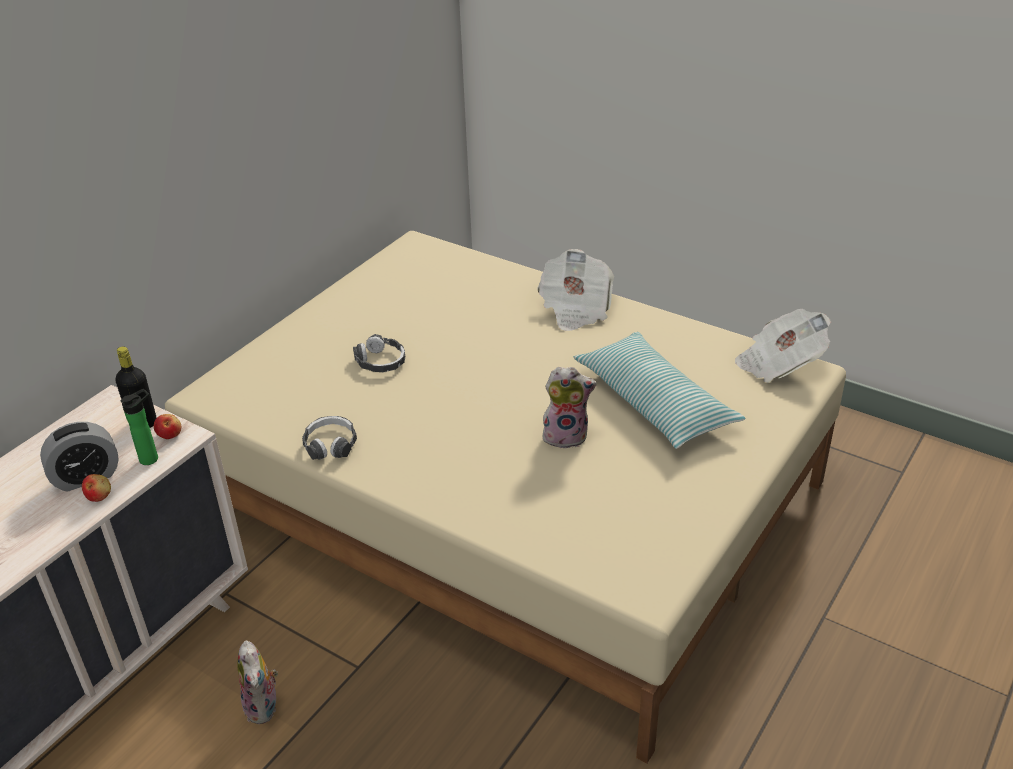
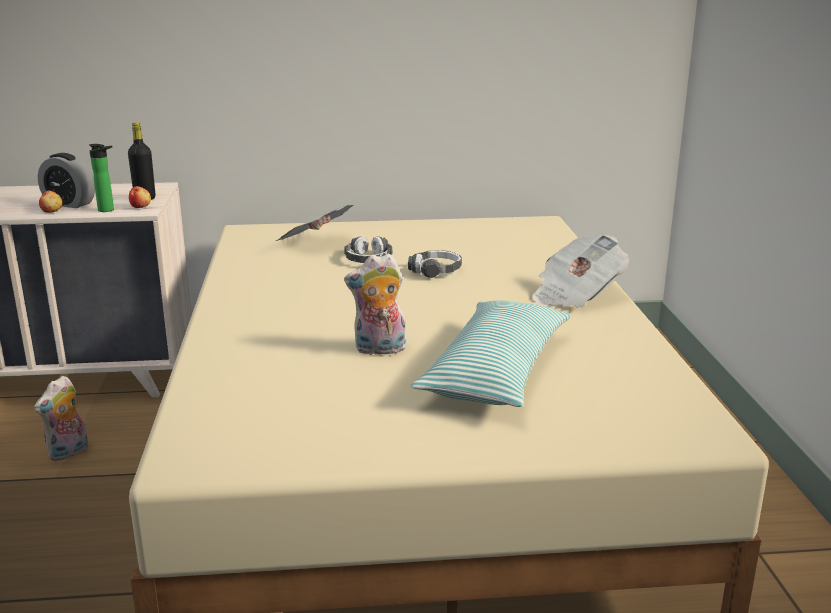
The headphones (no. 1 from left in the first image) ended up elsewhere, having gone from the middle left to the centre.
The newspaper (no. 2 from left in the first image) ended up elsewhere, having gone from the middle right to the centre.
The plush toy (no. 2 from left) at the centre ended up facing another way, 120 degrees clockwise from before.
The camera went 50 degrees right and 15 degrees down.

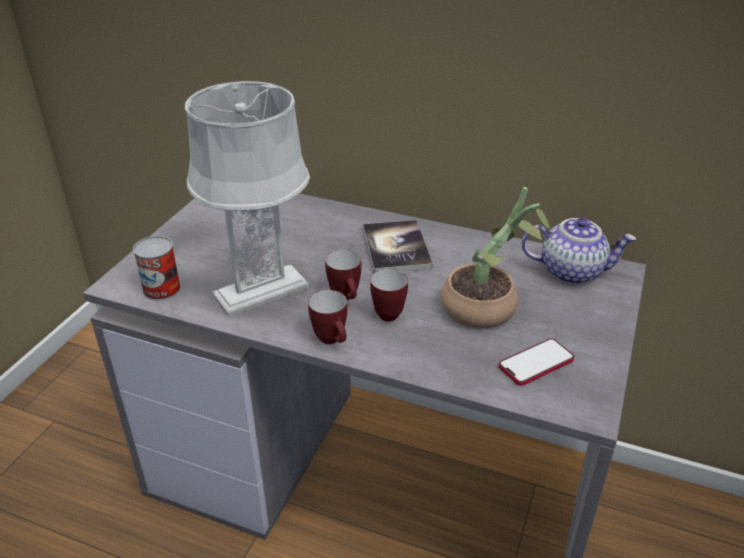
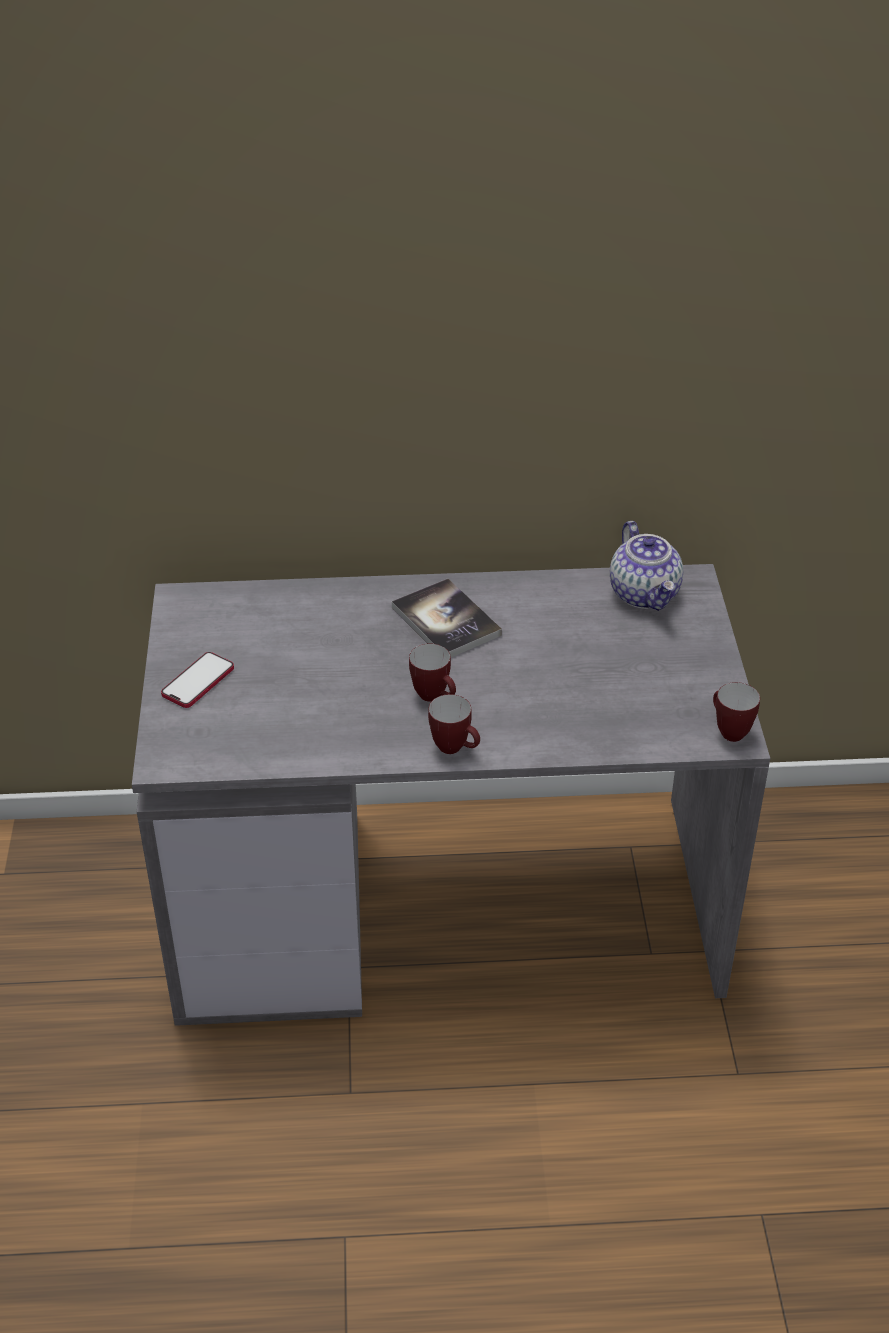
The second view lost the can at the middle left.
The second view lost the grey table lamp at the middle left.
The second view lost the potted plant at the centre.
The mug (no. 3 from left) ended up elsewhere, having gone from the centre to the middle right.
The phone ended up elsewhere, having gone from the middle right to the middle left.
The teapot at the middle right ended up facing another way, 90 degrees clockwise from before.
The camera went 25 degrees left and 5 degrees up.

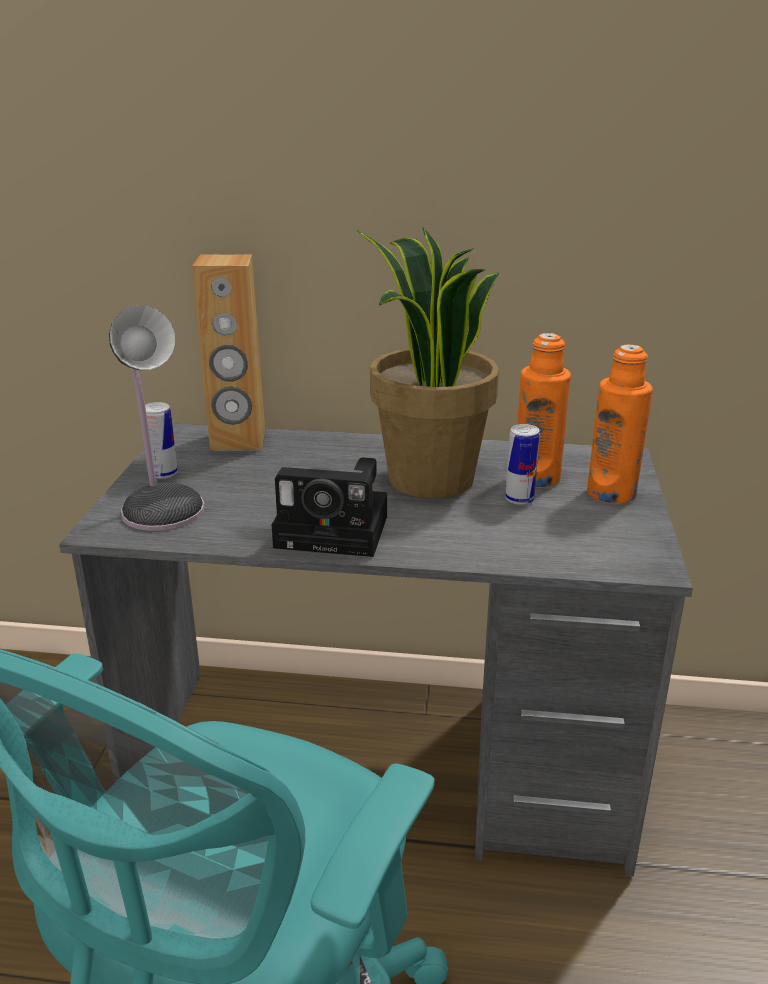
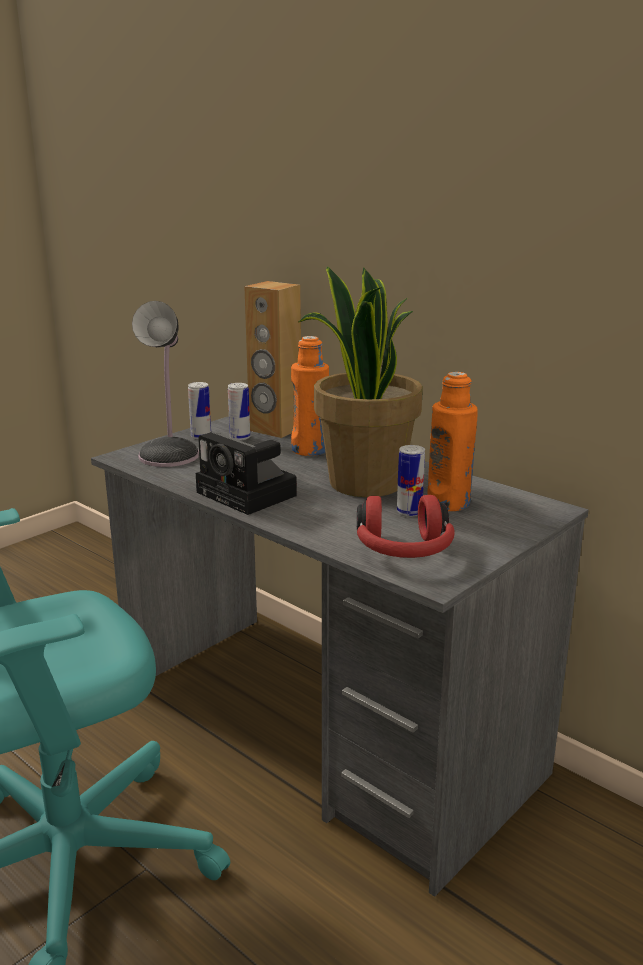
The second view gained the can (no. 2 from left) at the centre.
The second view gained the red headphones at the centre.
The orange bottle (no. 2 from left in the first image) ended up elsewhere, having gone from the middle right to the centre.
The camera went 35 degrees right and 5 degrees down.

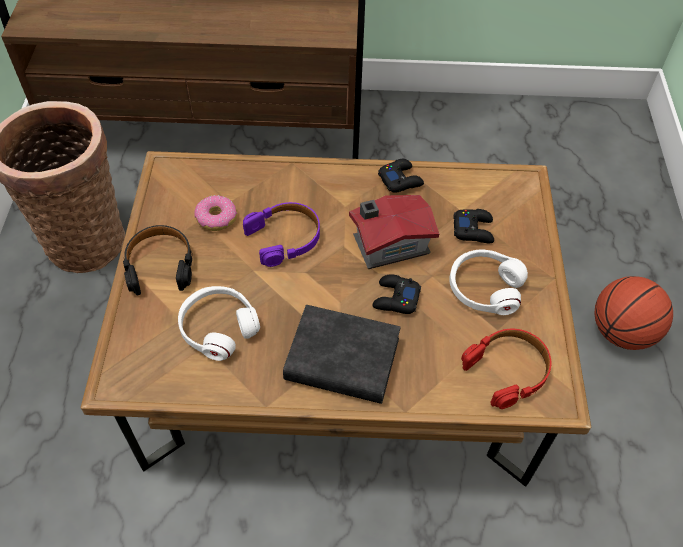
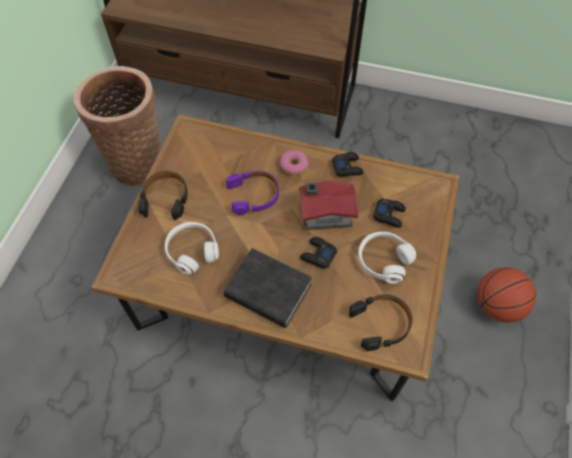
The donut ended up elsewhere, having gone from the middle left to the centre.
What was the red headphones at the bottom right turned into the black headphones (no. 2 from left) at the bottom centre.
The camera went 15 degrees right and 5 degrees up.

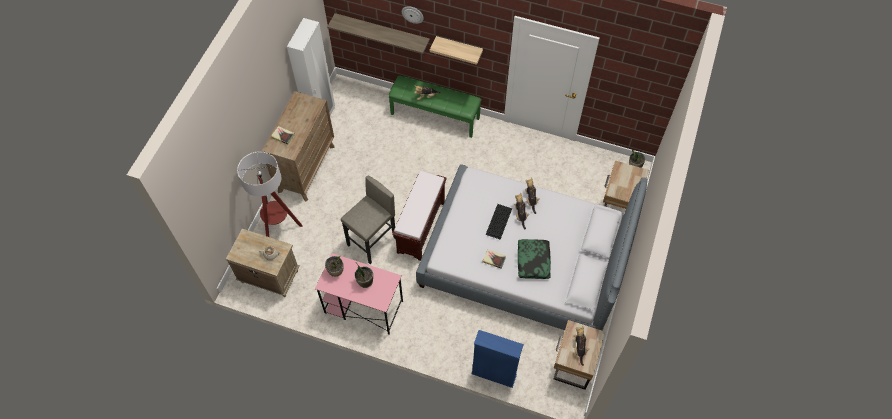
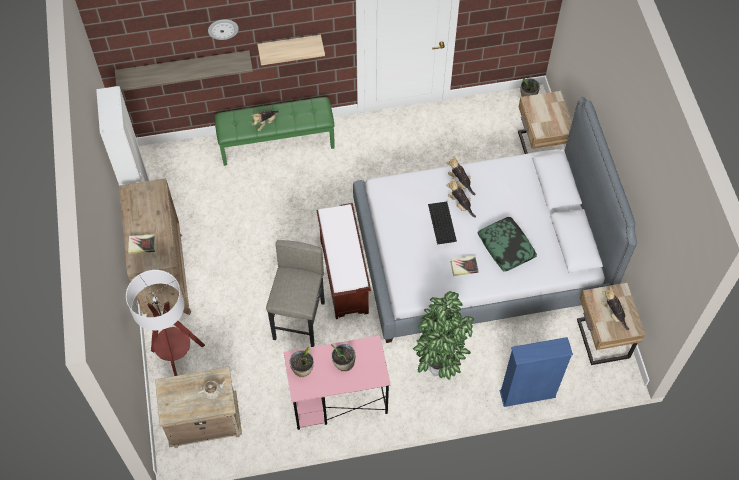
The second view gained the potted plant (no. 3 from left) at the bottom centre.
The camera went 30 degrees left and 0 degrees up.

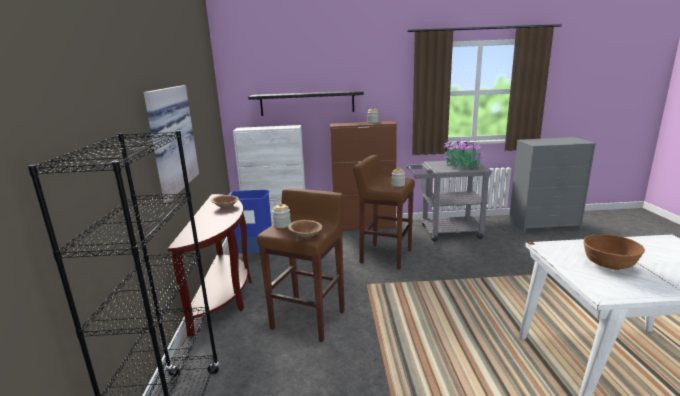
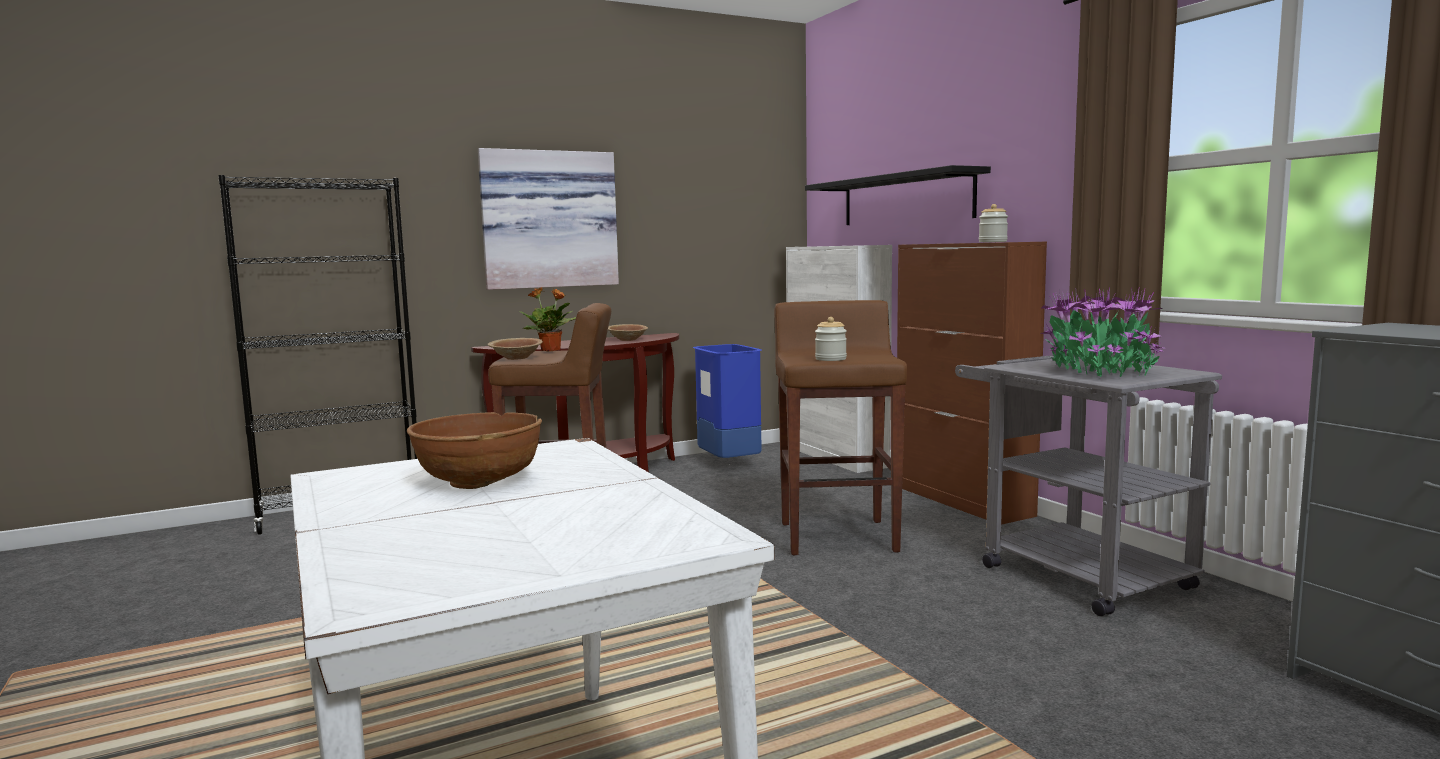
Where the jar (no. 1 from left) stood at the centre, the potted plant (no. 1 from left) came to stand at the centre.
The camera went 65 degrees right and 10 degrees down.

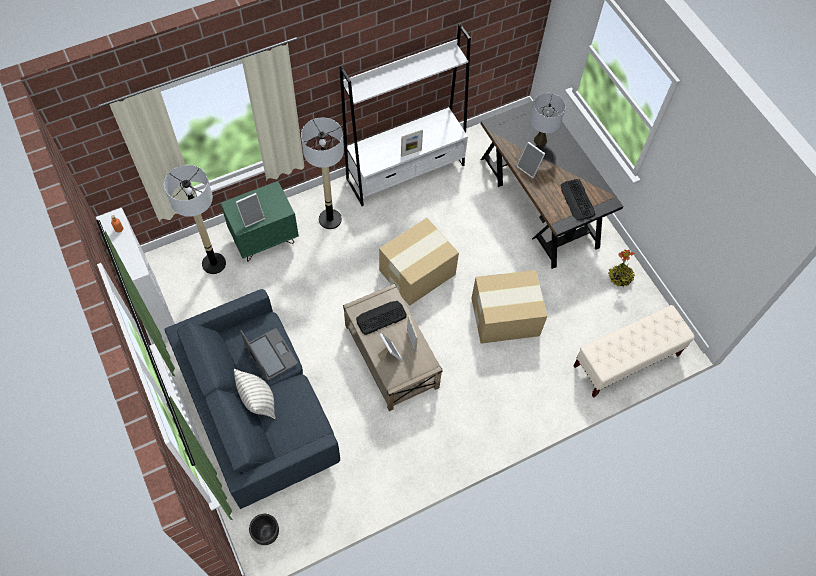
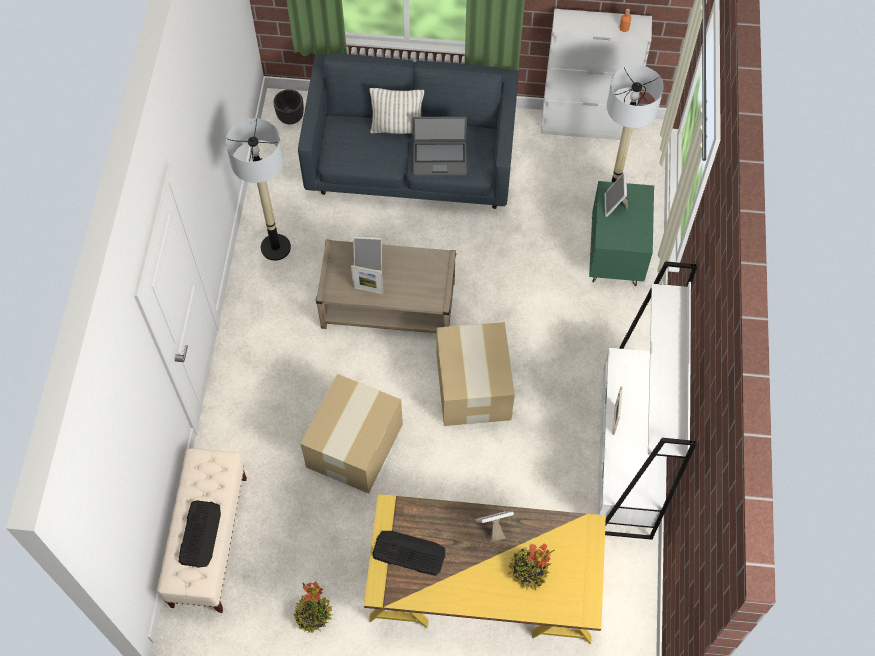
The floor lamp (no. 2 from left in the first image) ended up elsewhere, having gone from the top centre to the top left.
The keyboard (no. 1 from left) ended up elsewhere, having gone from the centre to the bottom left.
Where the grey table lamp stood at the top right, the potted plant (no. 2 from left) came to stand at the bottom centre.
What was the black desk at the top right turned into the yellow desk at the bottom centre.
The camera went 125 degrees right and 0 degrees up.

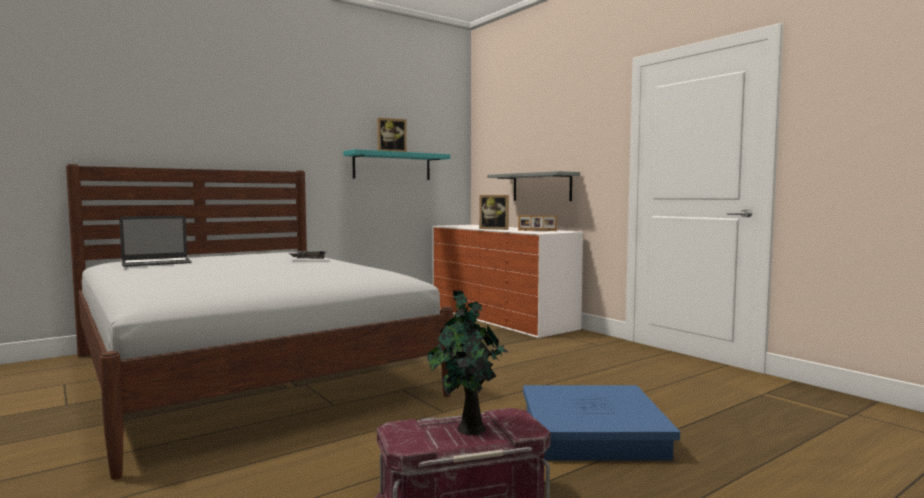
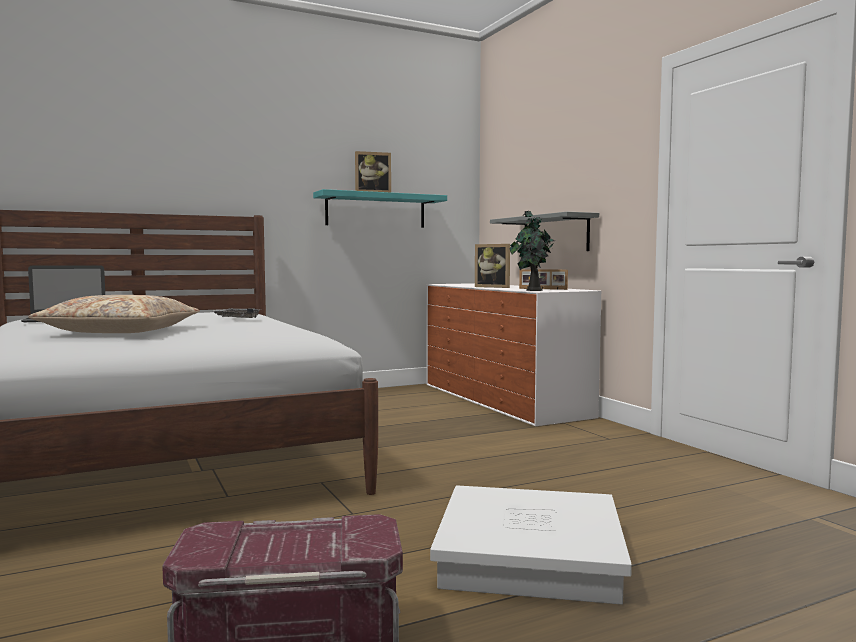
The second view gained the beige pillow at the middle left.
The potted plant ended up elsewhere, having gone from the bottom centre to the centre.
What was the blue storage box at the bottom centre turned into the white storage box at the bottom centre.
The camera went 10 degrees right and 0 degrees up.

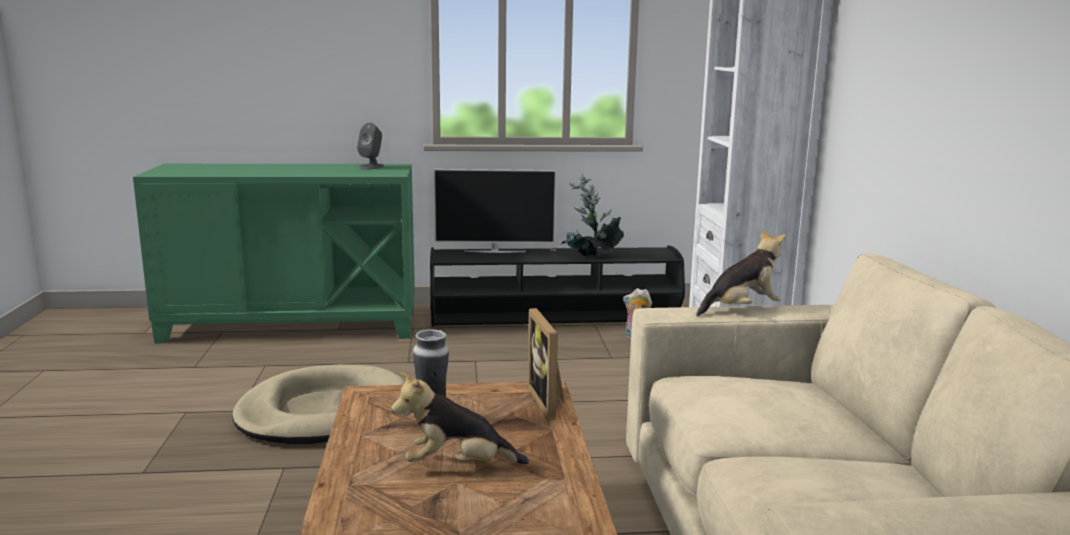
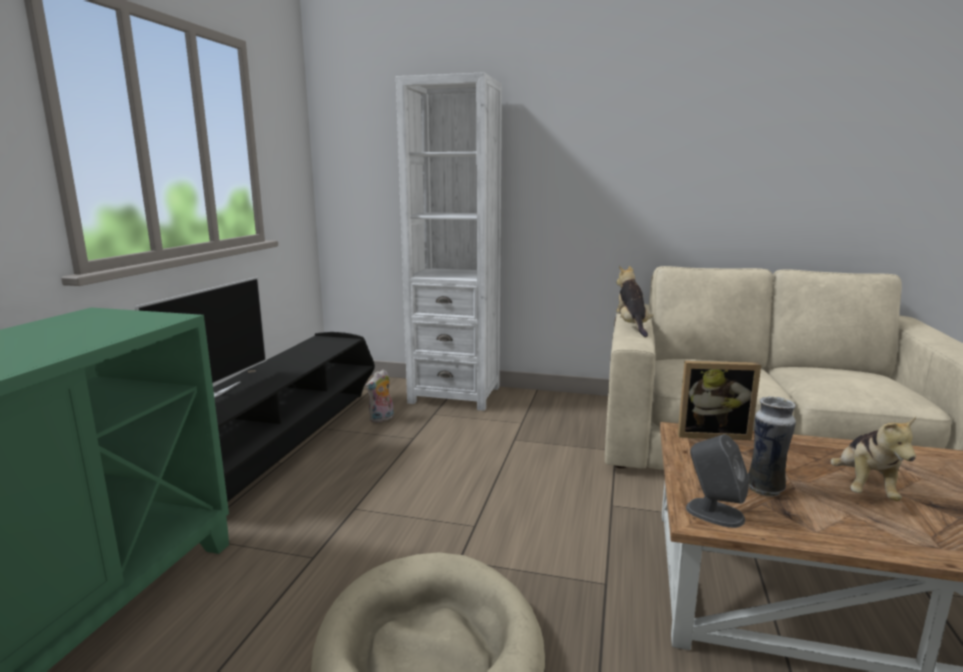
The second view lost the potted plant at the centre.
The grey speaker ended up elsewhere, having gone from the top centre to the bottom right.
The camera went 70 degrees left and 0 degrees up.

